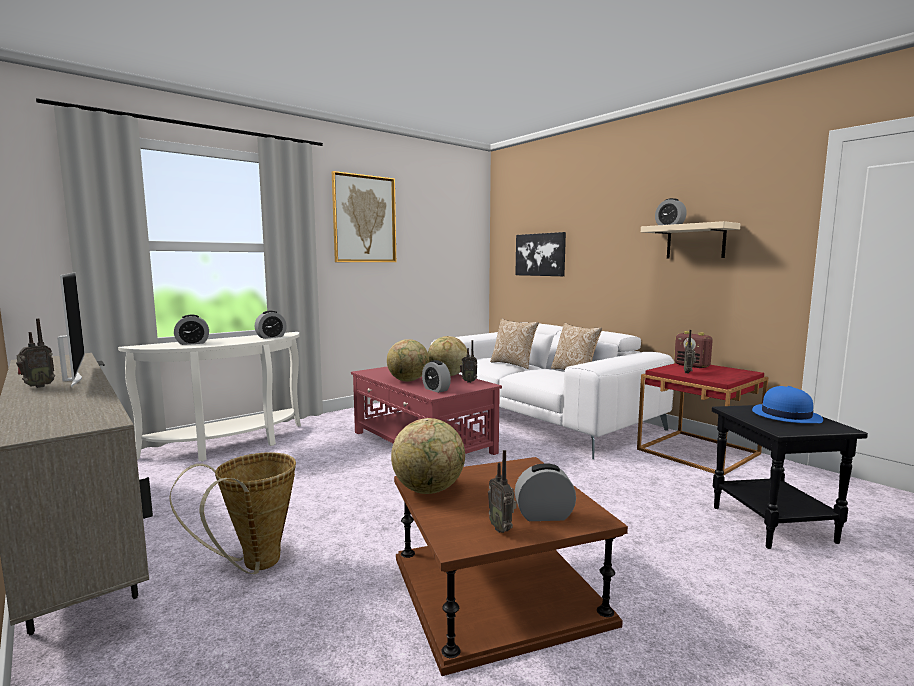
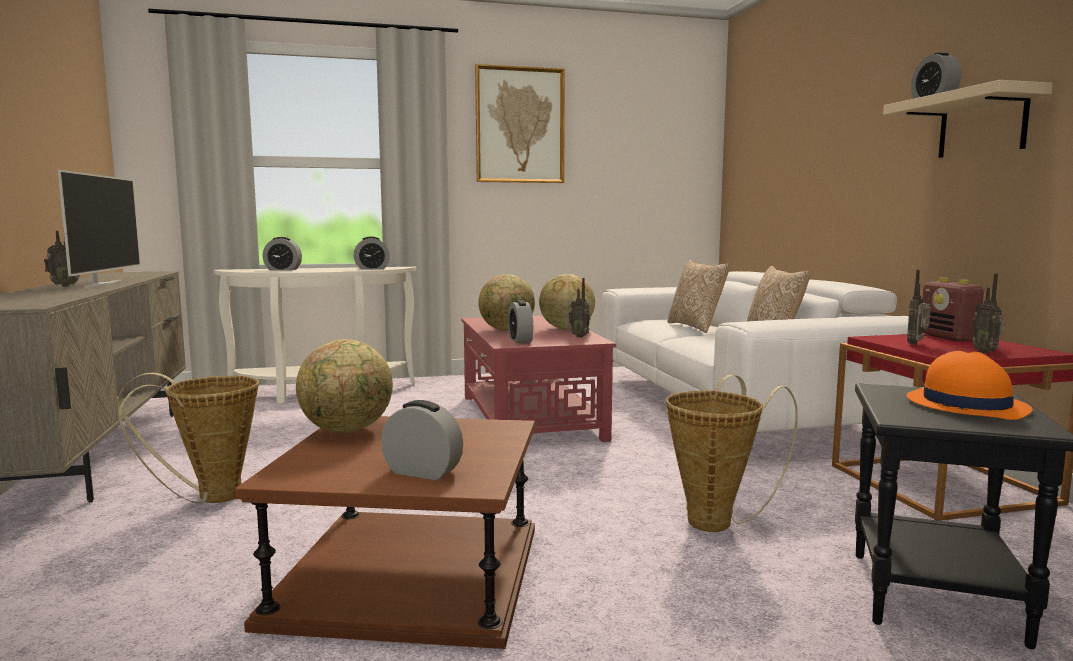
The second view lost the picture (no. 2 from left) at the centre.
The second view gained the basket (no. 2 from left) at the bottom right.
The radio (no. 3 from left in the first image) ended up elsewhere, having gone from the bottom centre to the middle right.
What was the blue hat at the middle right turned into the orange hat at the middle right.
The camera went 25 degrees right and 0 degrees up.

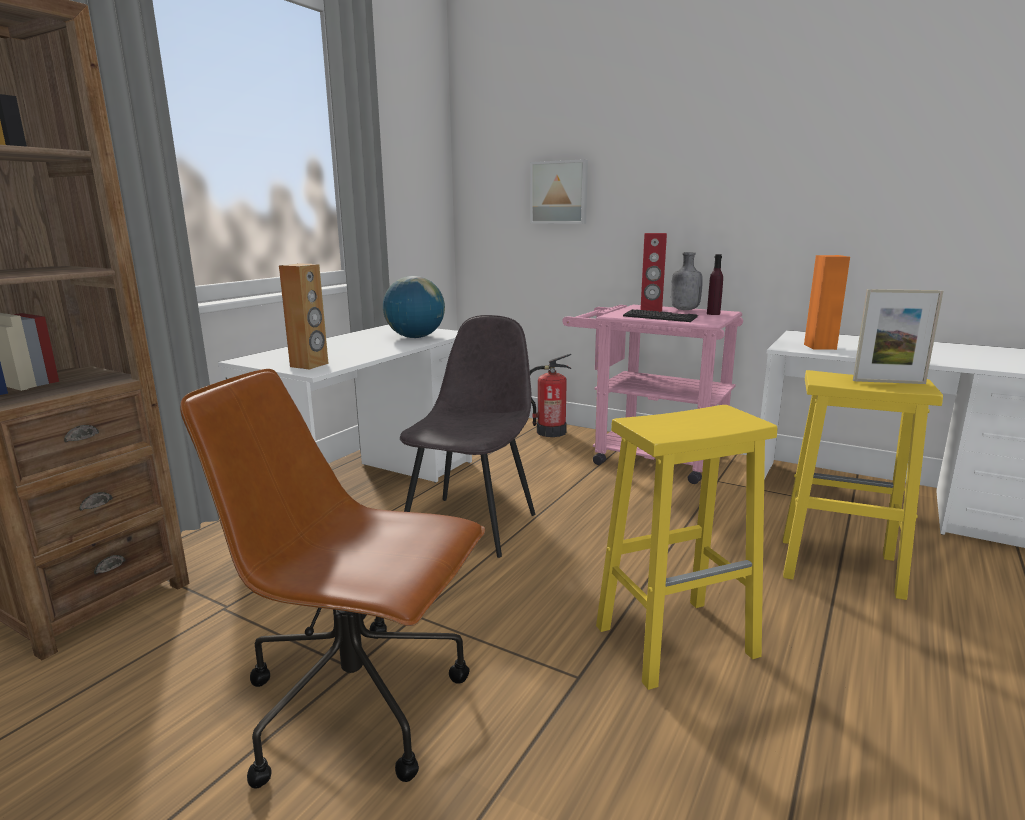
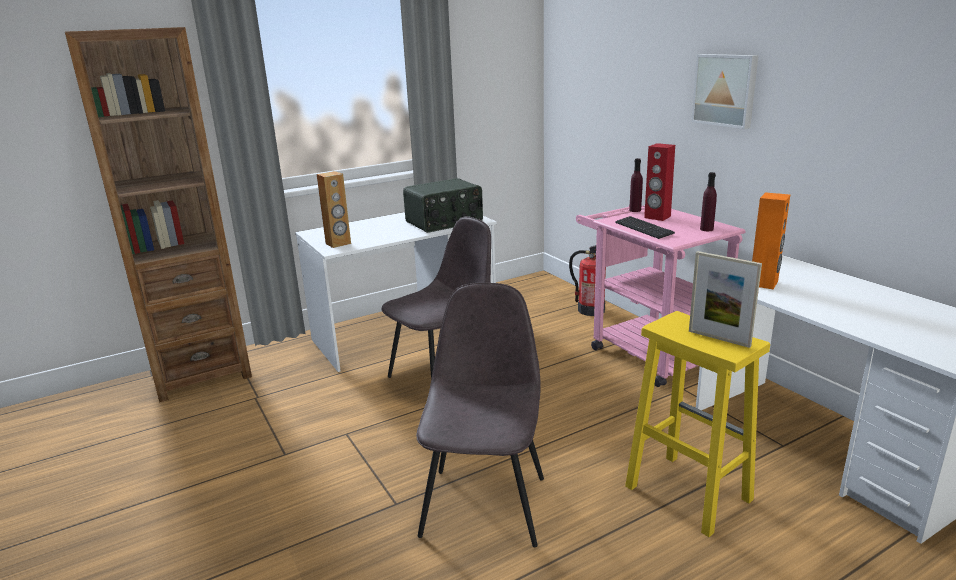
The second view lost the brown office chair at the bottom left.
The second view lost the grey bottle at the middle right.
The second view gained the purple bottle (no. 1 from left) at the top centre.
The picture ended up elsewhere, having gone from the top centre to the top right.
Where the globe stood at the centre, the radio came to stand at the centre.
Where the yellow stool (no. 1 from left) stood at the bottom right, the grey chair (no. 2 from left) came to stand at the bottom centre.
The camera went 30 degrees right and 5 degrees up.

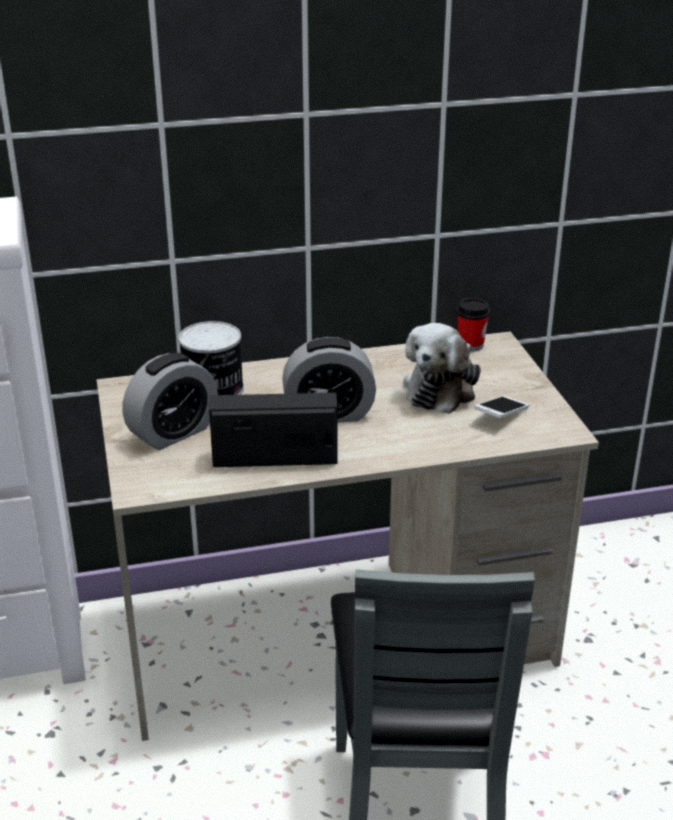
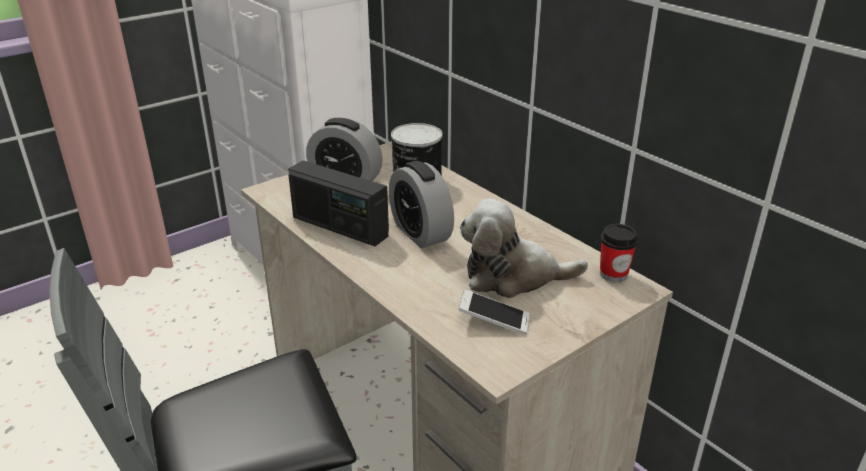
The radio at the centre ended up facing another way, 150 degrees clockwise from before.
The camera went 65 degrees right and 0 degrees up.

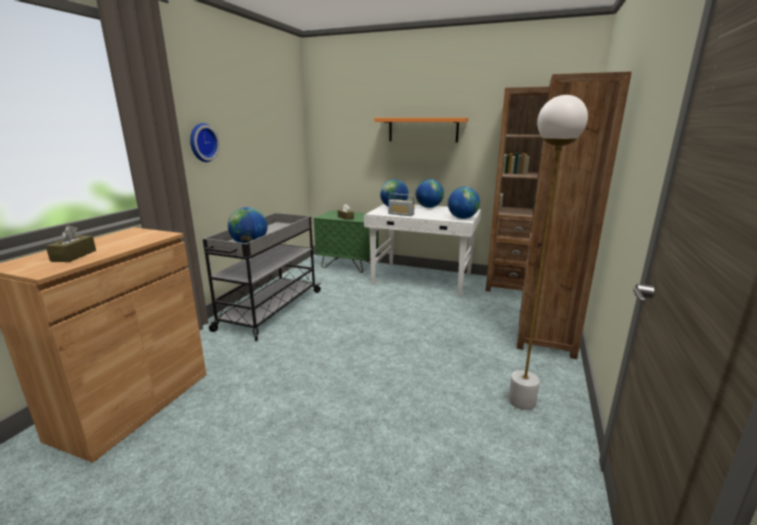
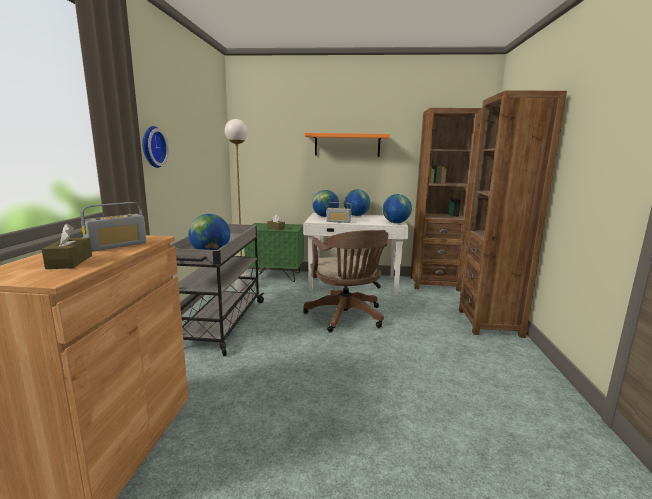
The second view gained the radio (no. 1 from left) at the middle left.
The second view gained the brown office chair at the centre.
The white floor lamp ended up elsewhere, having gone from the middle right to the centre.
The camera went 15 degrees left and 5 degrees down.

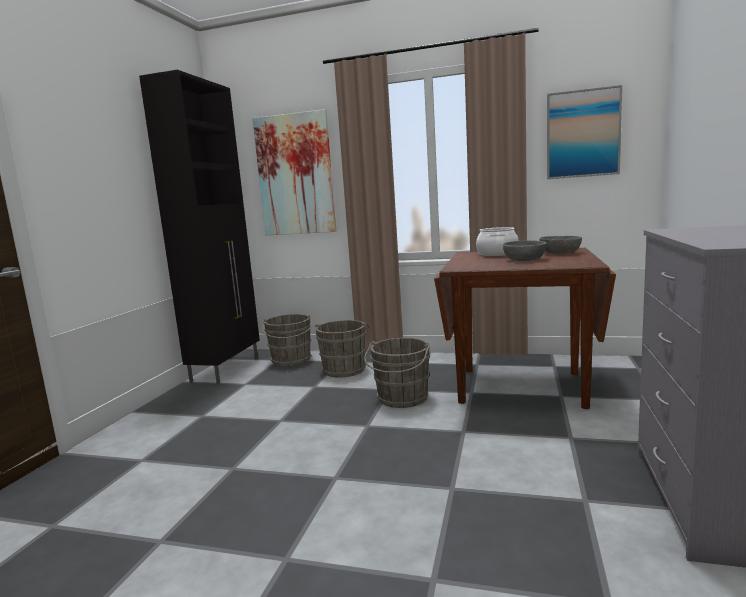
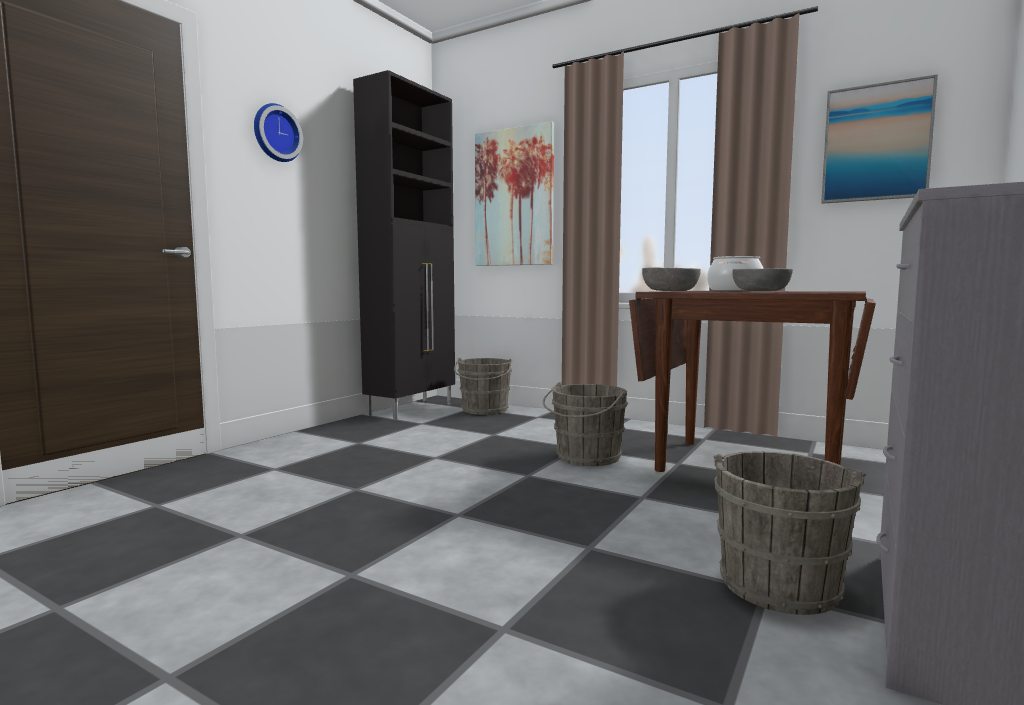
The second view gained the wall clock at the top left.
The grey bucket (no. 2 from left in the first image) ended up elsewhere, having gone from the centre to the bottom right.
The grey bowl (no. 2 from left in the first image) ended up elsewhere, having gone from the middle right to the centre.
The camera went 15 degrees right and 5 degrees down.

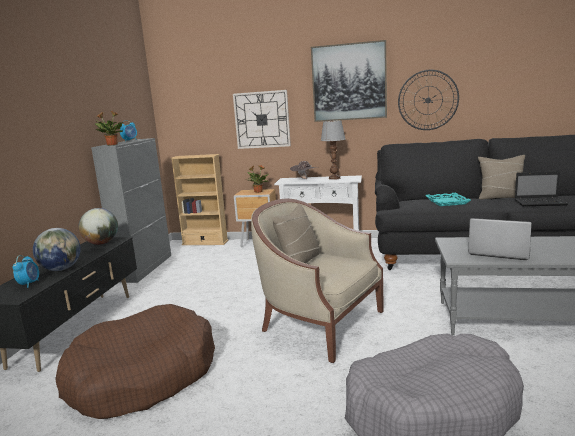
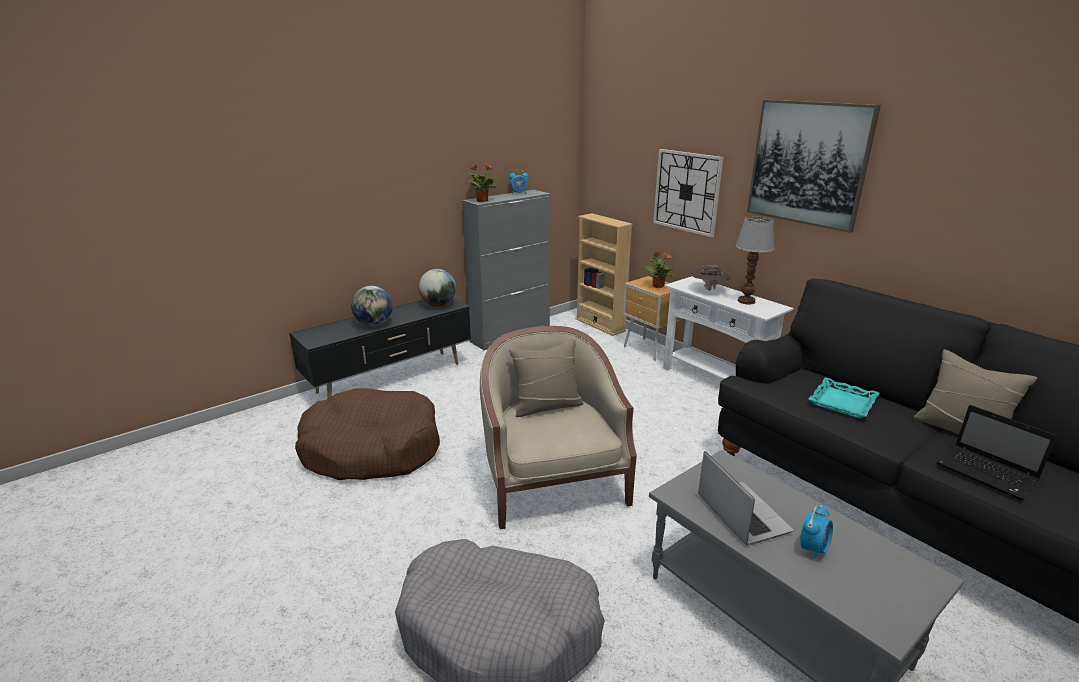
The second view lost the wall clock (no. 2 from left) at the top right.
The alarm clock (no. 1 from left in the first image) ended up elsewhere, having gone from the middle left to the bottom right.
The camera went 40 degrees right and 10 degrees up.

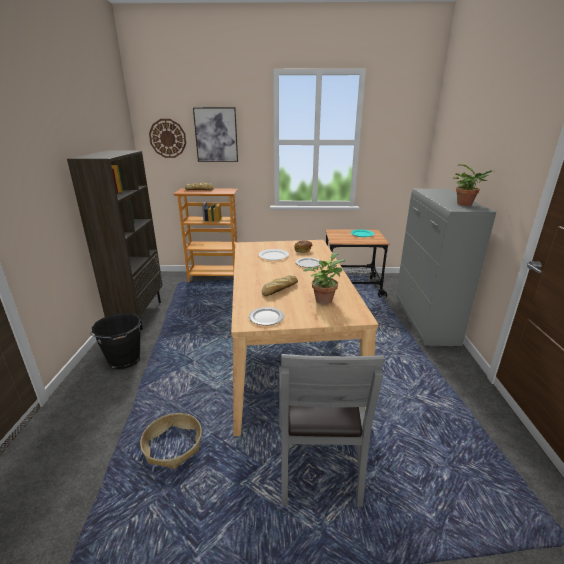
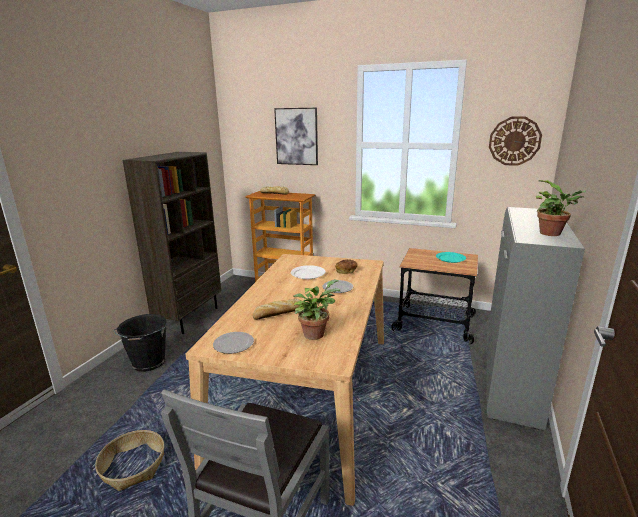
The wall clock ended up elsewhere, having gone from the top left to the top right.
The camera went 20 degrees right and 5 degrees down.

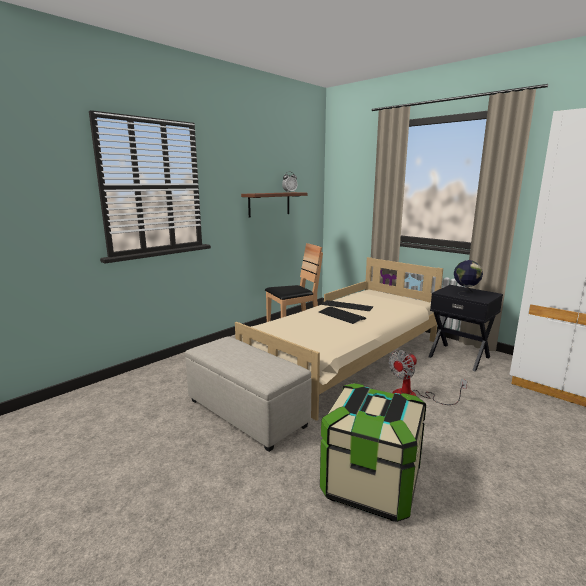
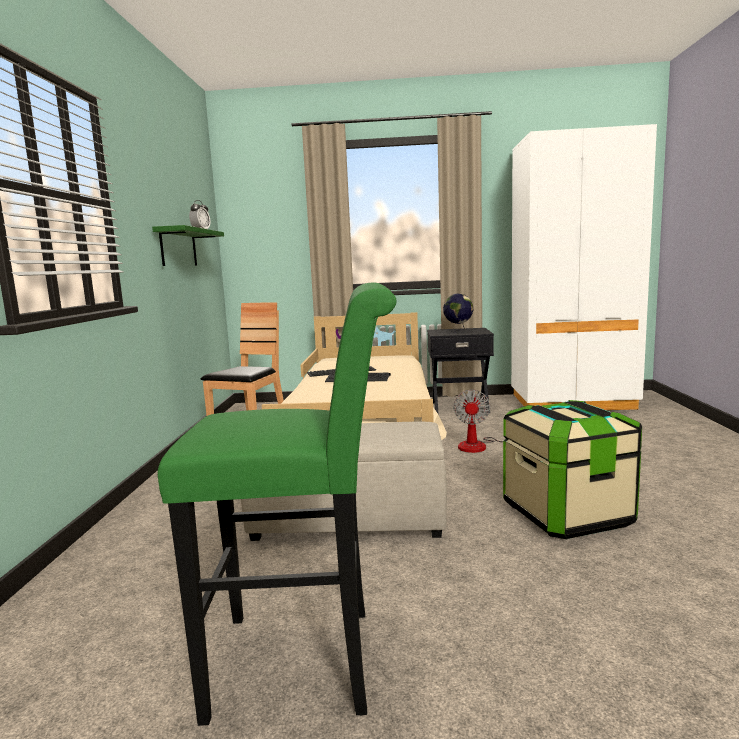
The second view gained the green stool at the bottom centre.
What was the brown shelf at the centre turned into the green shelf at the top left.
The camera went 40 degrees left and 5 degrees down.

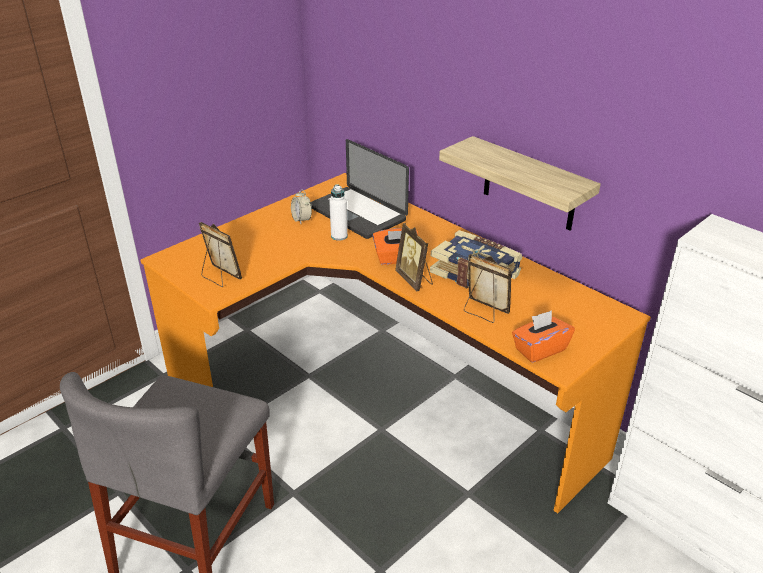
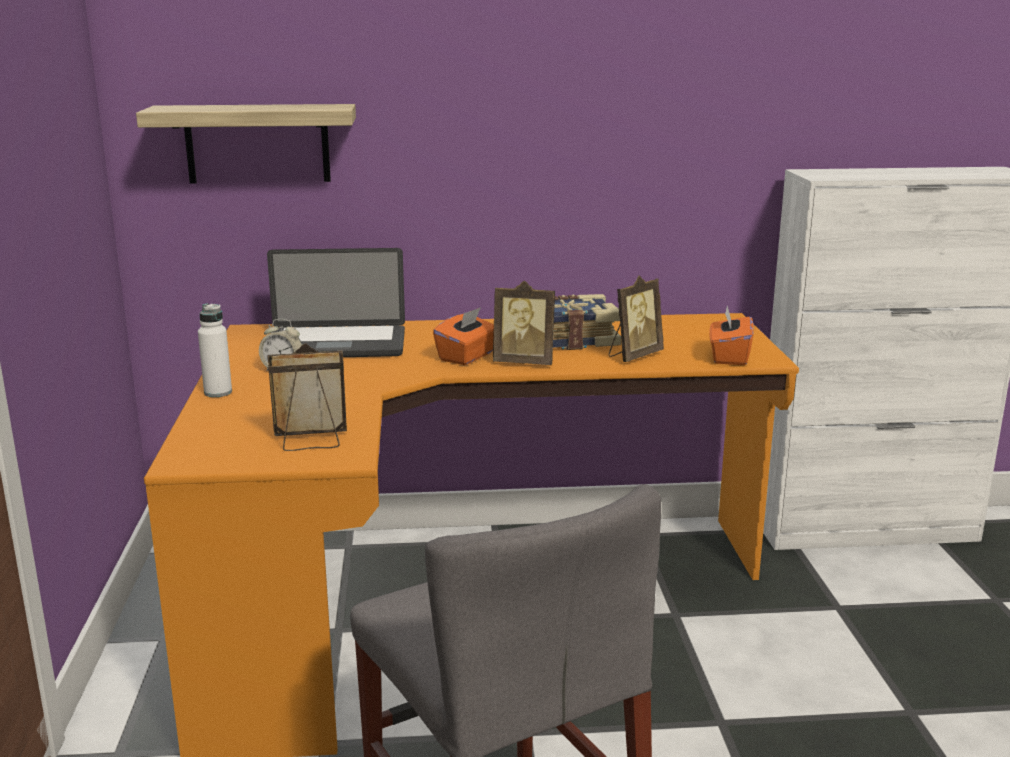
The white bottle ended up elsewhere, having gone from the centre to the middle left.
The shelf ended up elsewhere, having gone from the top right to the top left.
The picture frame (no. 3 from left) at the centre ended up facing another way, 150 degrees clockwise from before.
The camera went 50 degrees left and 15 degrees down.

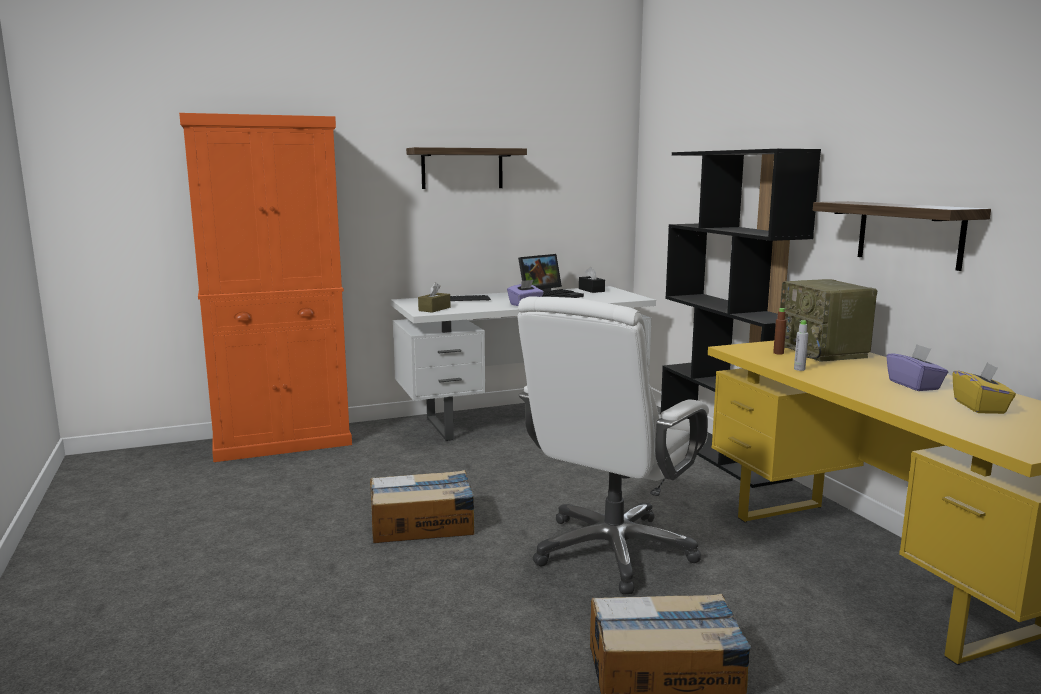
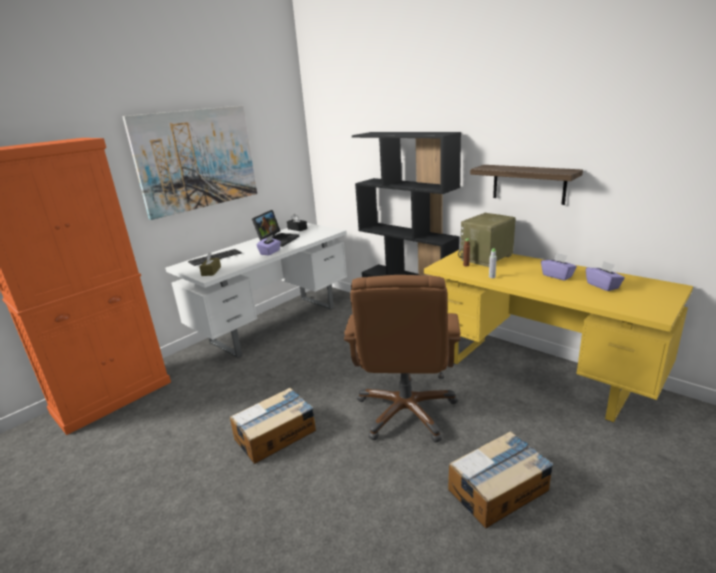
Where the shelf (no. 1 from left) hung at the top centre, the picture came to hang at the top left.
What was the white office chair at the centre turned into the brown office chair at the centre.
What was the yellow tissue box at the middle right turned into the purple tissue box (no. 3 from left) at the middle right.
The radio at the middle right ended up facing another way, 90 degrees clockwise from before.
The camera went 25 degrees left and 10 degrees up.

